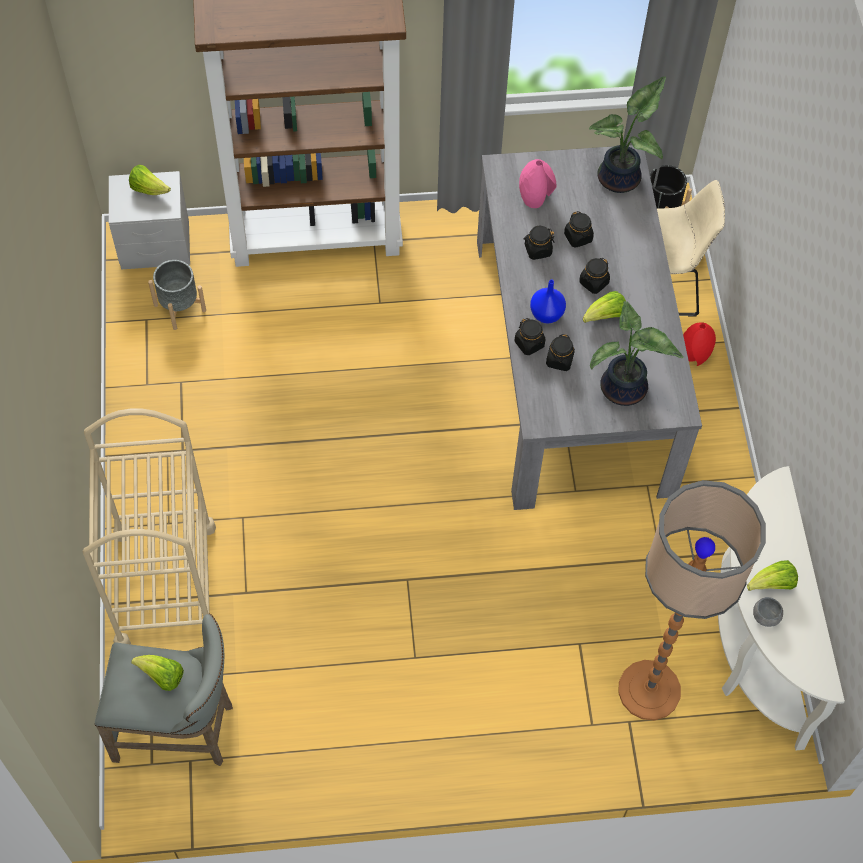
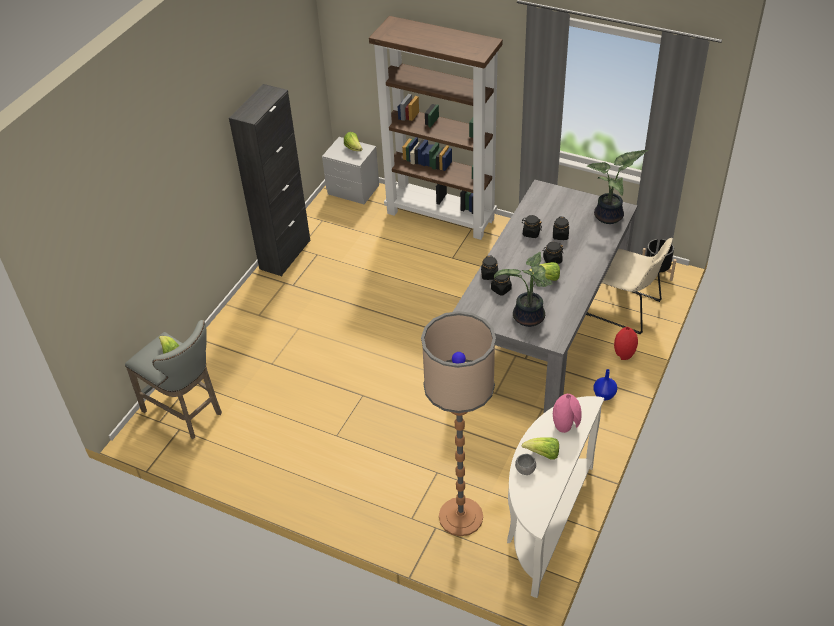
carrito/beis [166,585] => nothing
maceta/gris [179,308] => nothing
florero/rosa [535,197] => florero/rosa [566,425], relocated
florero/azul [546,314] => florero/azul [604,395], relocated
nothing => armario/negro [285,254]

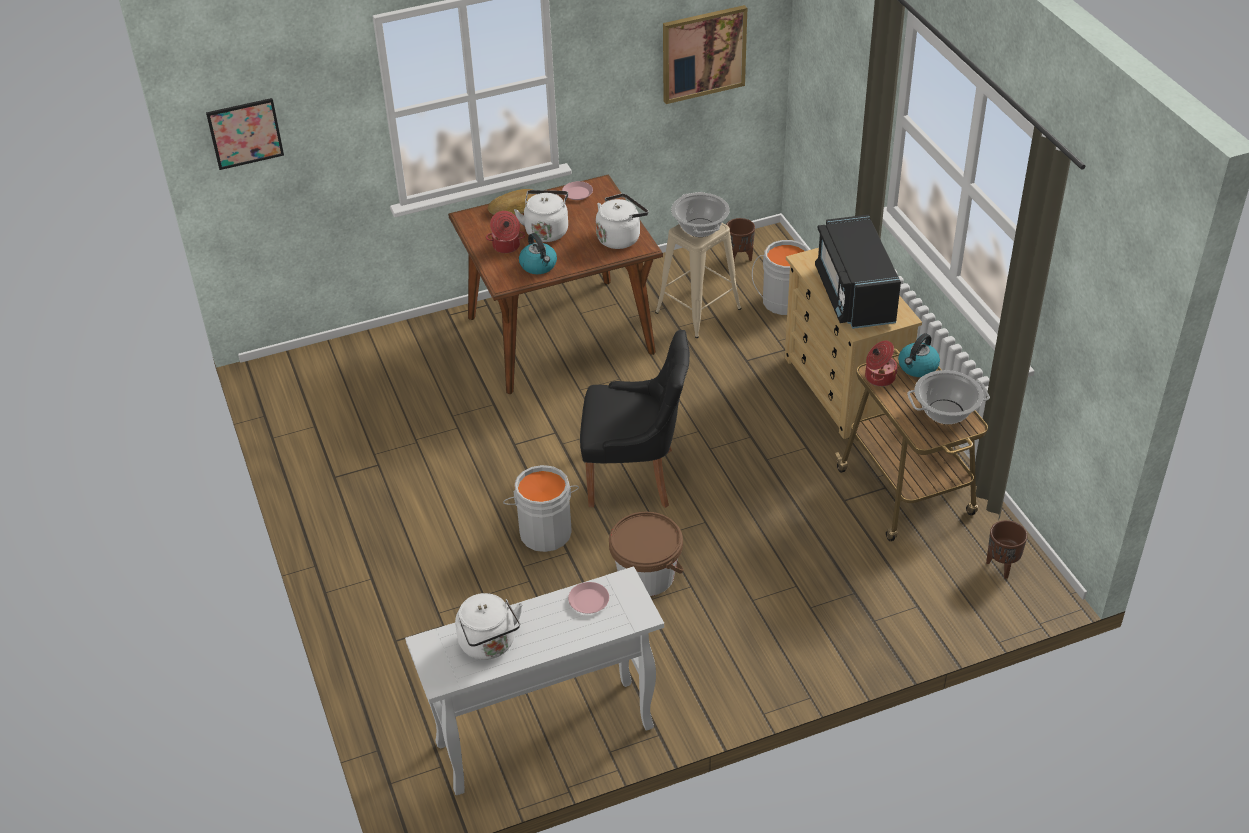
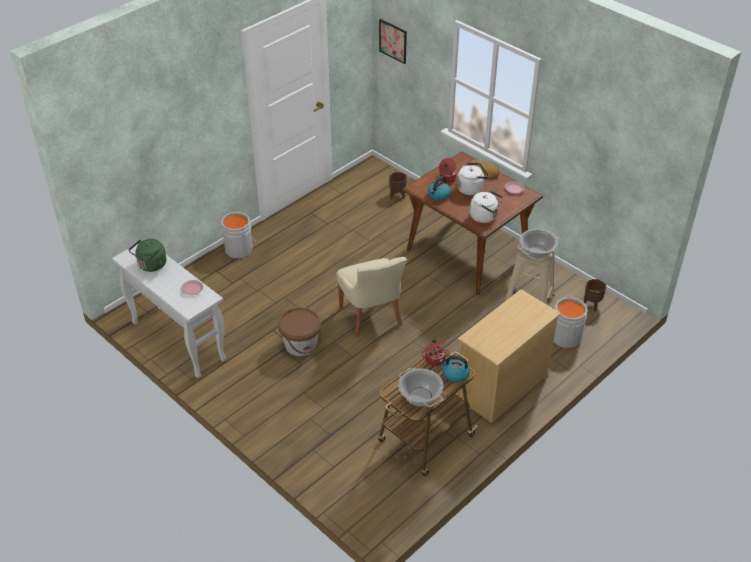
hervidor/blanco [489,645] => hervidor/verde [151,266]
cubo/gris [545,531] => cubo/gris [240,248], relocated
silla/negro [635,477] => silla/beis [372,318]
cuadro [703,53] => nothing
microondas/negro [854,294] => nothing
maceta/marrón [1001,566] => maceta/marrón [397,196], relocated

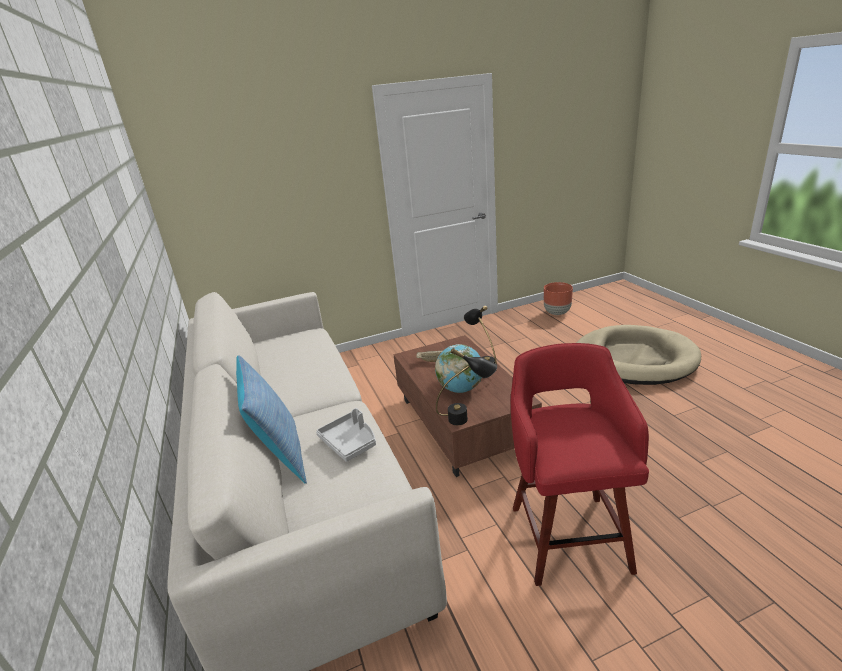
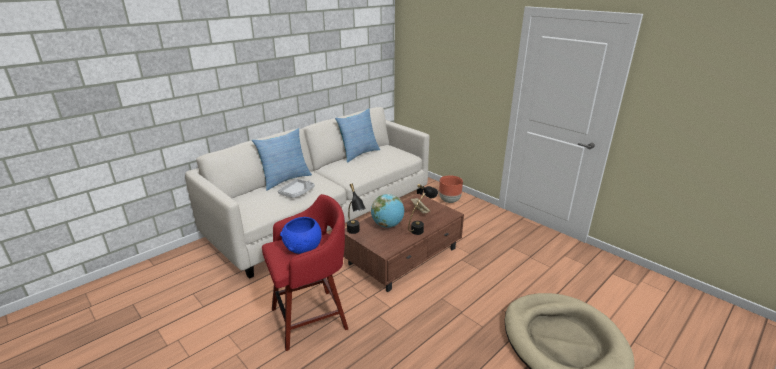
maceta/marrón [557,313] => maceta/marrón [449,201], relocated
nothing => cuenco/azul [303,249]
nothing => cojín [358,154]

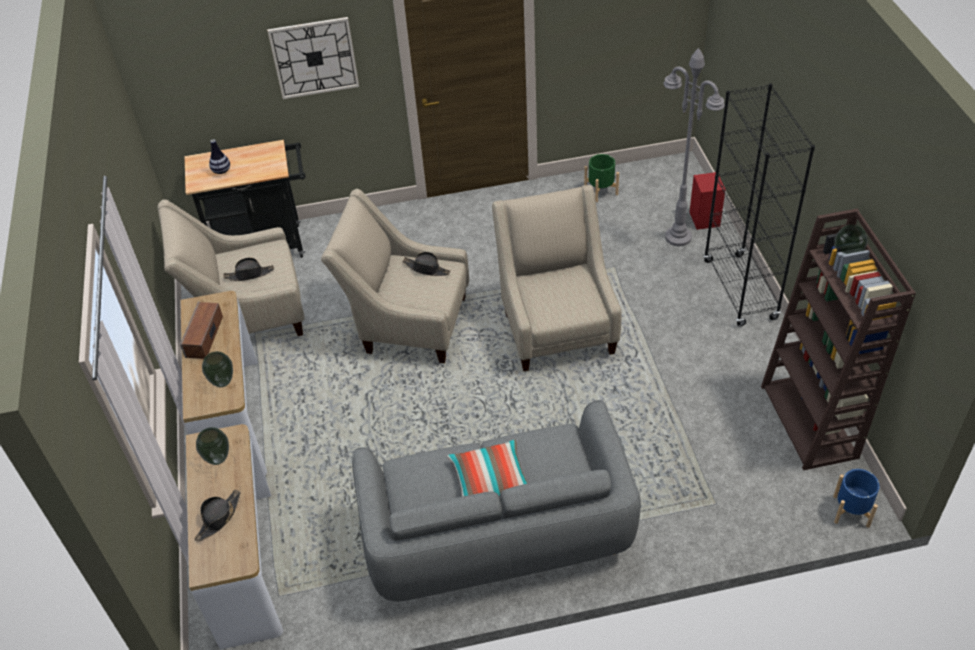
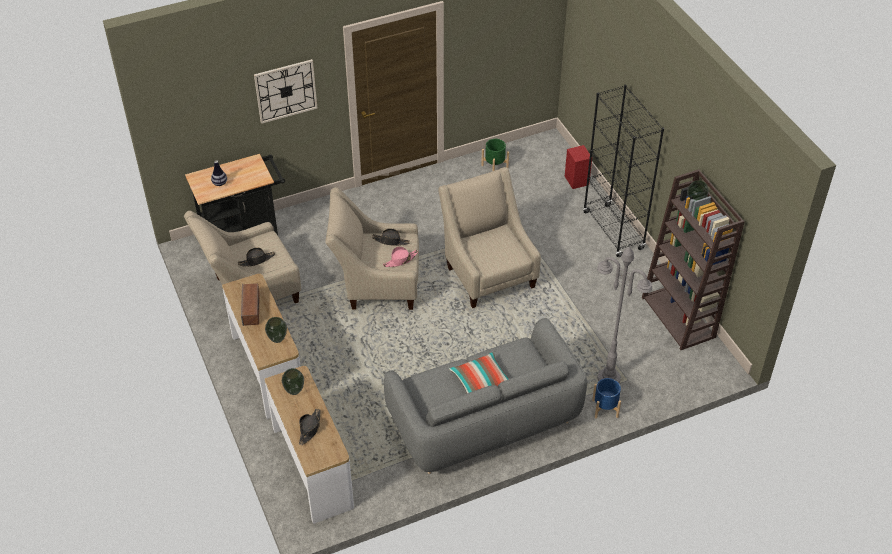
lámpara de pie/gris [678,237] => lámpara de pie/gris [609,378], relocated
maceta/azul [851,511] => maceta/azul [605,408], relocated
nothing => sombrero/rosa [400,260]

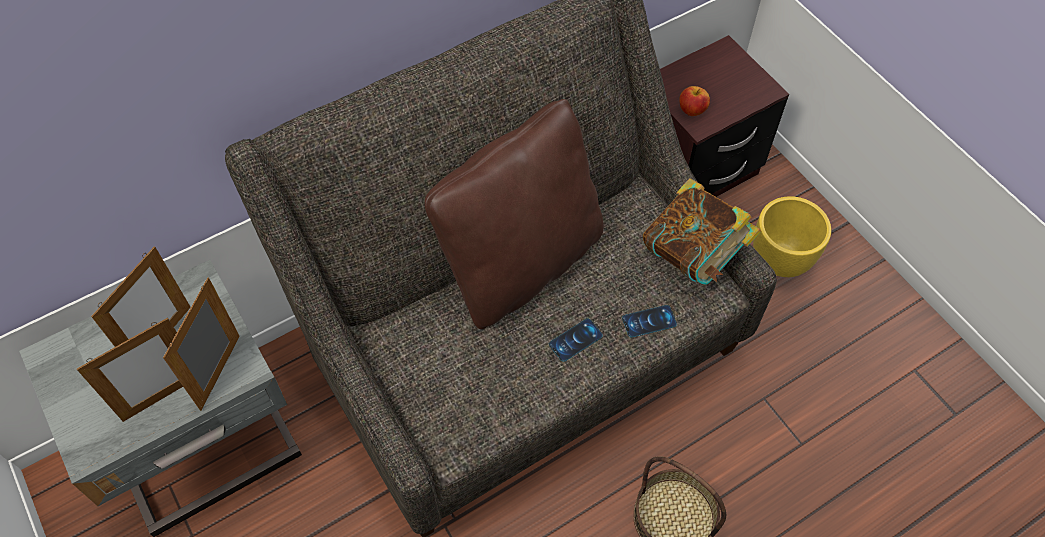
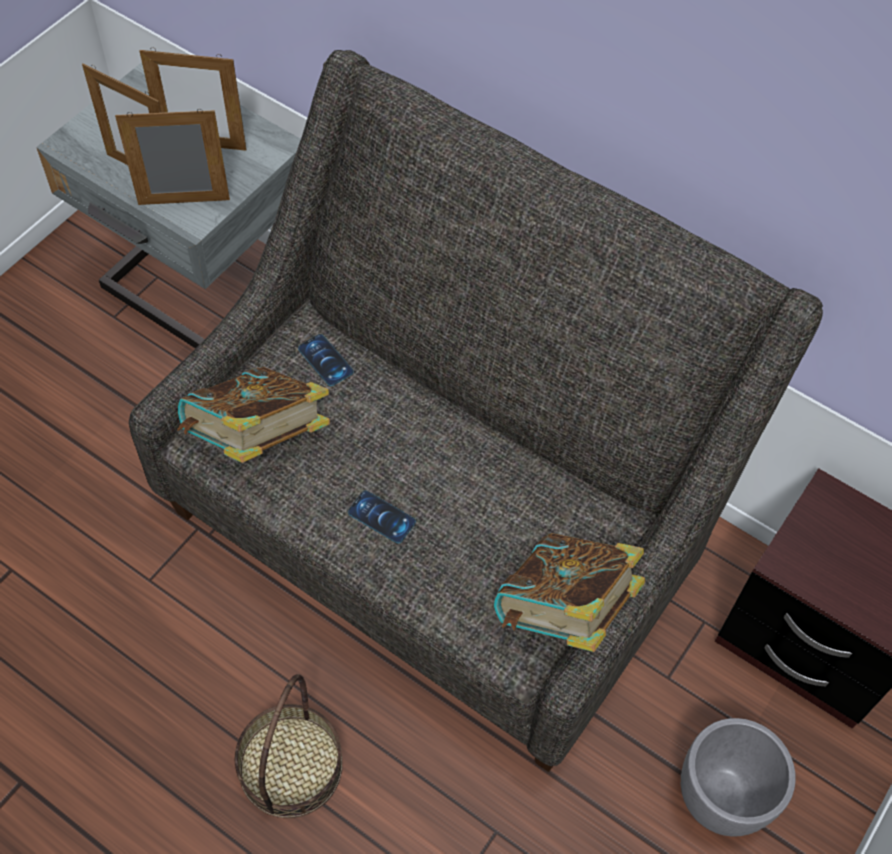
cojín/marrón [521,263] => nothing
móvil [649,321] => móvil [325,360], relocated
manzana [692,110] => nothing
maceta/amarillo [781,261] => maceta/gris [721,798]
nothing => libro [257,439]

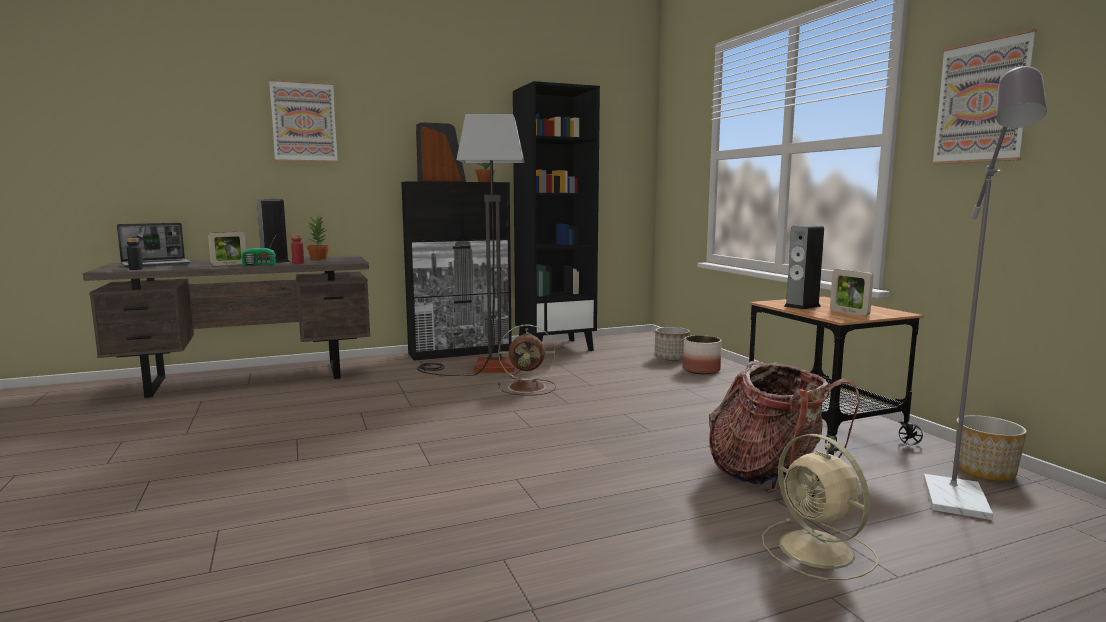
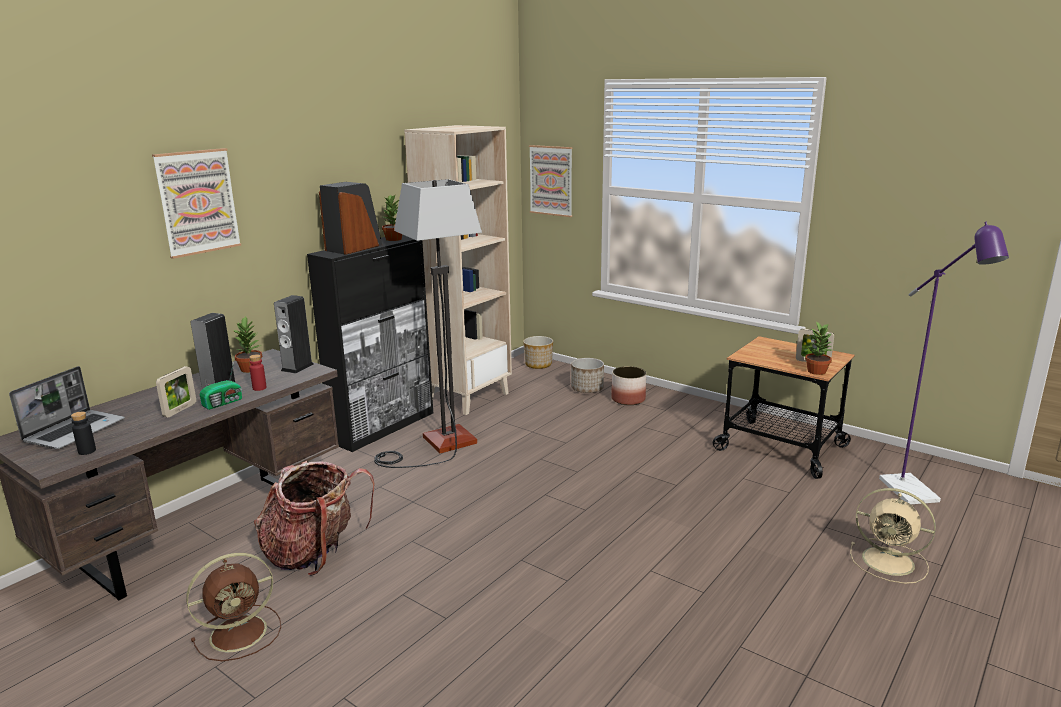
ventilador/marrón [528,387] => ventilador/marrón [241,632], relocated
estantería/negro [555,347] => estantería/beis [468,397]
mochila [770,475] => mochila [315,554], relocated
altavoz [802,306] => altavoz [297,367], relocated
lámpara de pie/gris [958,505] => lámpara de pie/morado [915,495]
cuadro [982,102] => cuadro [551,180], relocated
maceta [985,471] => maceta [538,364], relocated
nothing => planta en maceta [816,371]

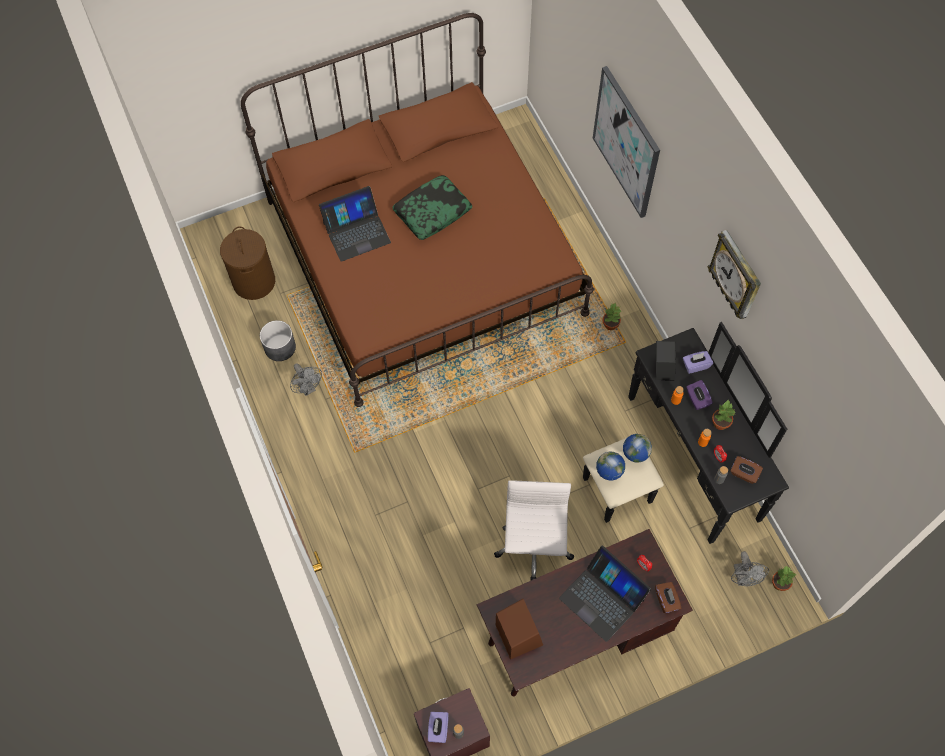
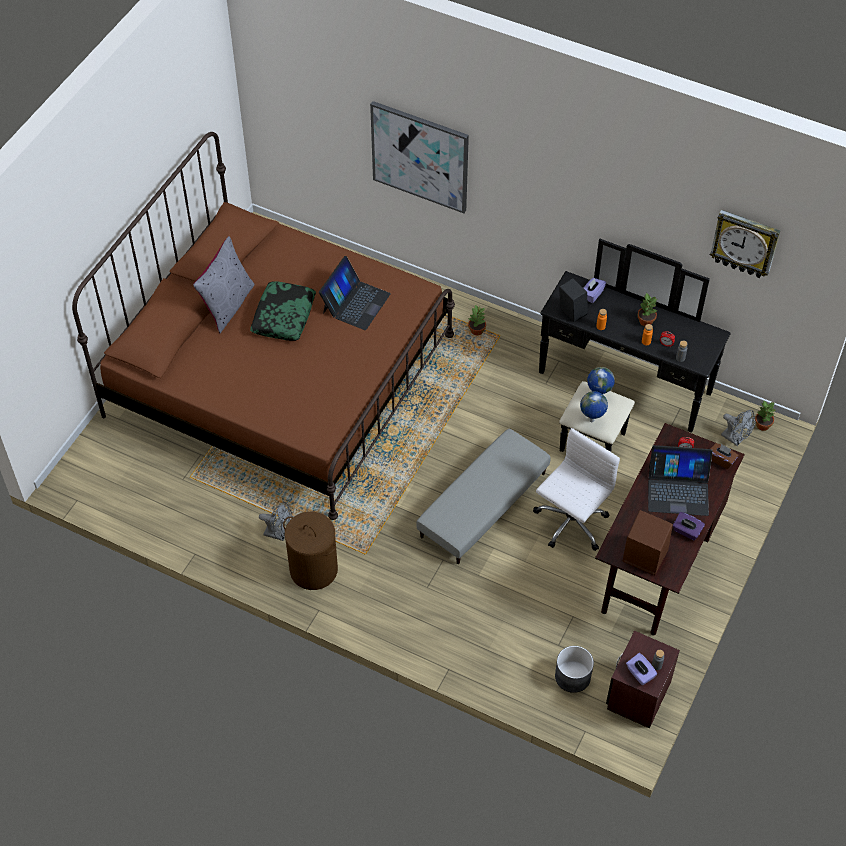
cesto de la ropa/marrón [254,281] => cesto de la ropa/marrón [313,569], relocated
maceta/gris [280,347] => maceta/gris [572,676], relocated
portátil [356,232] => portátil [355,303], relocated
silla de oficina/blanco [533,547] => silla de oficina/blanco [570,523], 75 degrees clockwise
caja de pañuelos/morado [697,399] => caja de pañuelos/morado [686,531], relocated
reloj de pared [736,276] => reloj de pared [745,243], relocated
caja de pañuelos/marrón [744,474] => nothing
nothing => cojín/gris [227,305]
nothing => puf/gris [483,505]

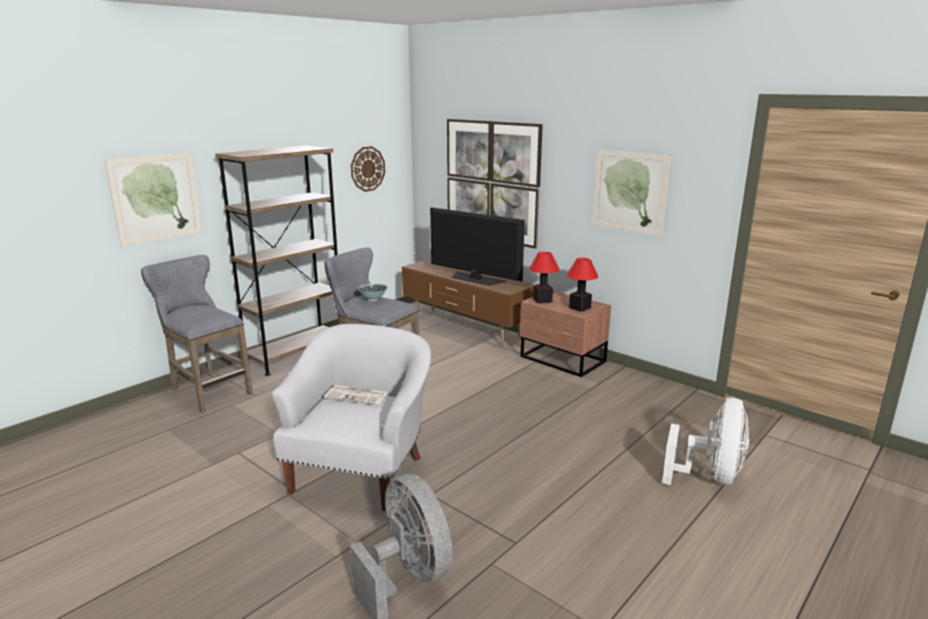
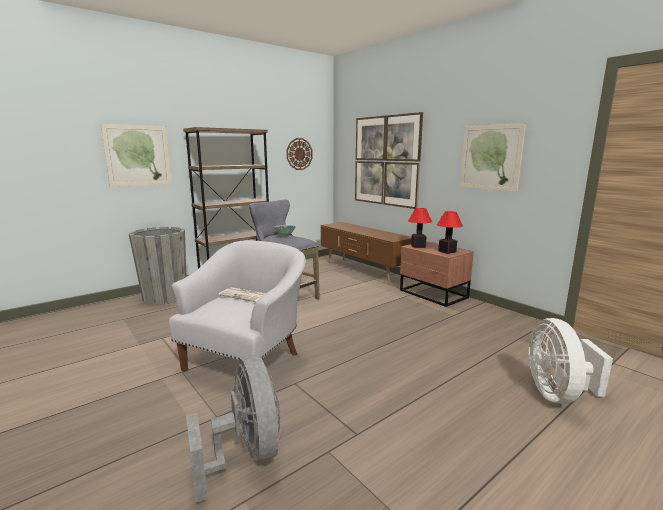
taburete/gris [207,390] => maceta/gris [165,296]
televisor [475,279] => nothing
ventilador/blanco [710,476] => ventilador/blanco [557,394], 150 degrees clockwise

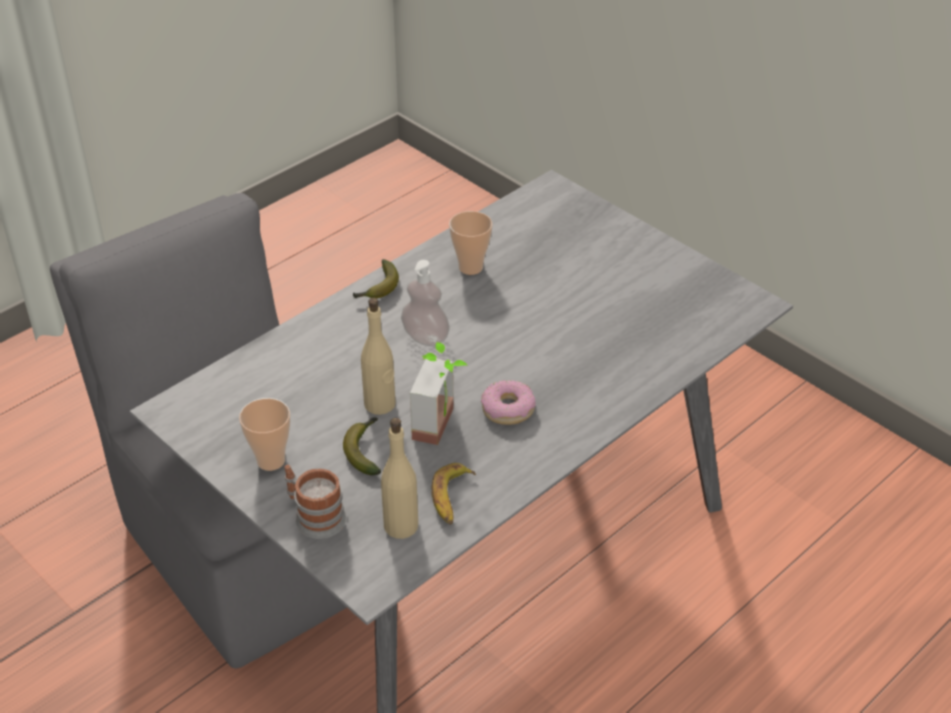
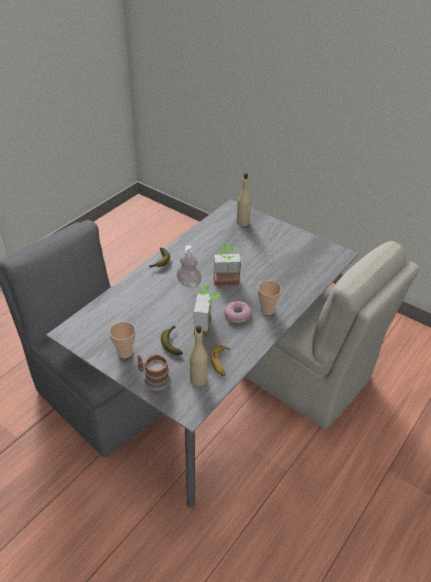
botella/beis [380,404] => botella/beis [243,222], relocated
taza [470,267] => taza [267,310], relocated
nothing => planta en maceta [227,284]
nothing => silla/beis [305,377]

